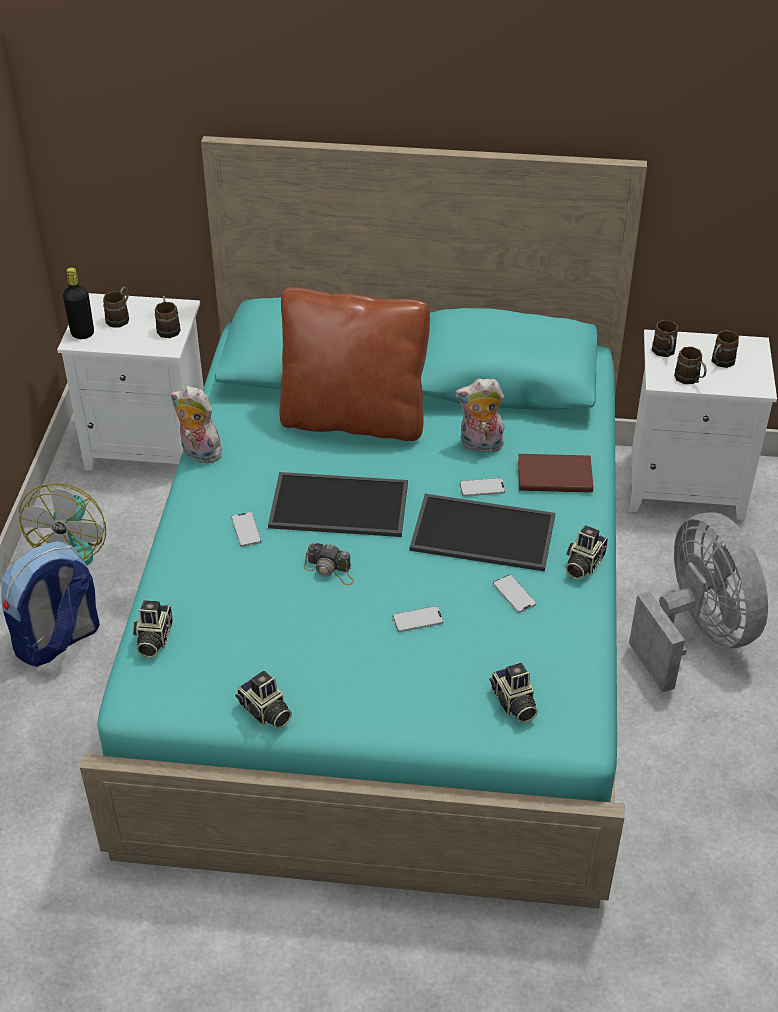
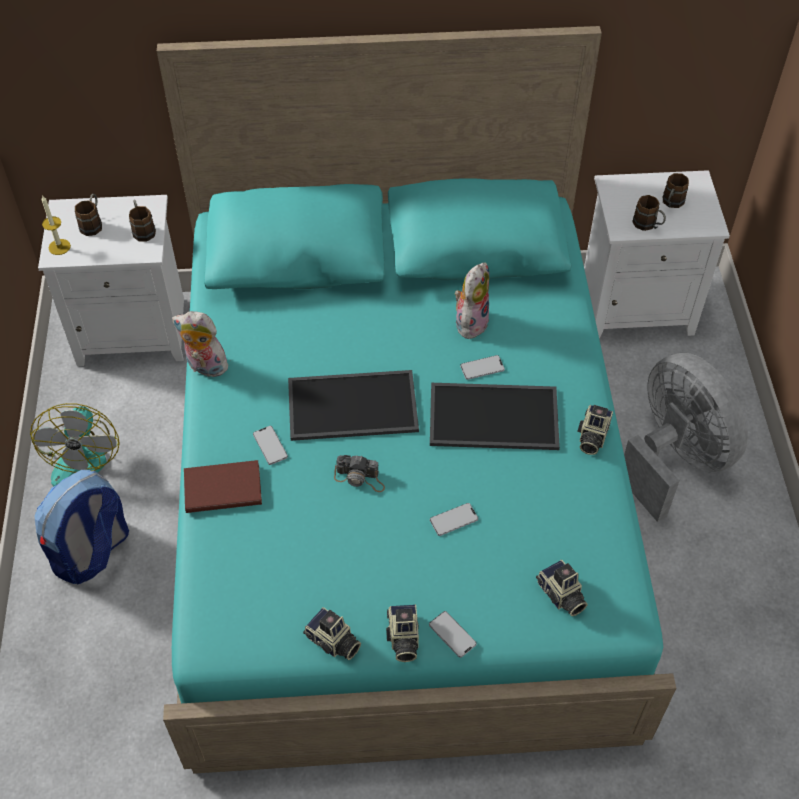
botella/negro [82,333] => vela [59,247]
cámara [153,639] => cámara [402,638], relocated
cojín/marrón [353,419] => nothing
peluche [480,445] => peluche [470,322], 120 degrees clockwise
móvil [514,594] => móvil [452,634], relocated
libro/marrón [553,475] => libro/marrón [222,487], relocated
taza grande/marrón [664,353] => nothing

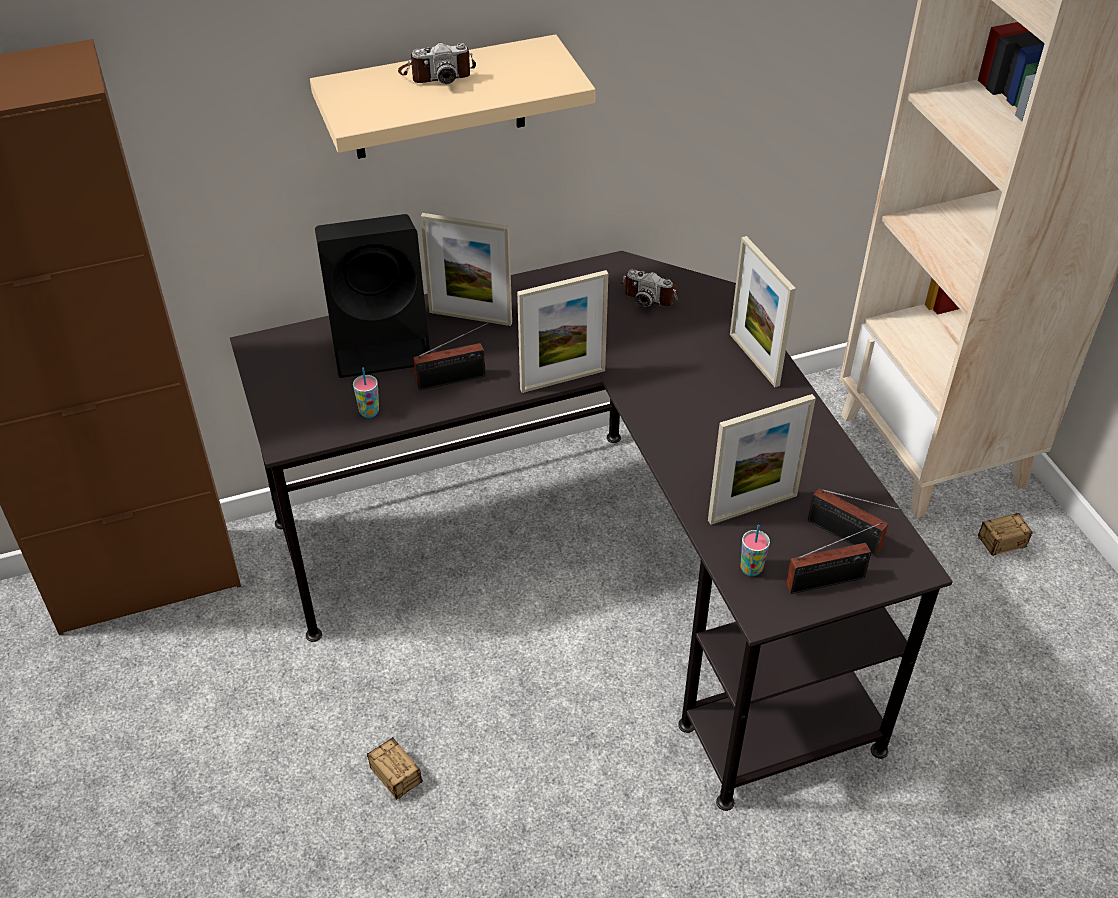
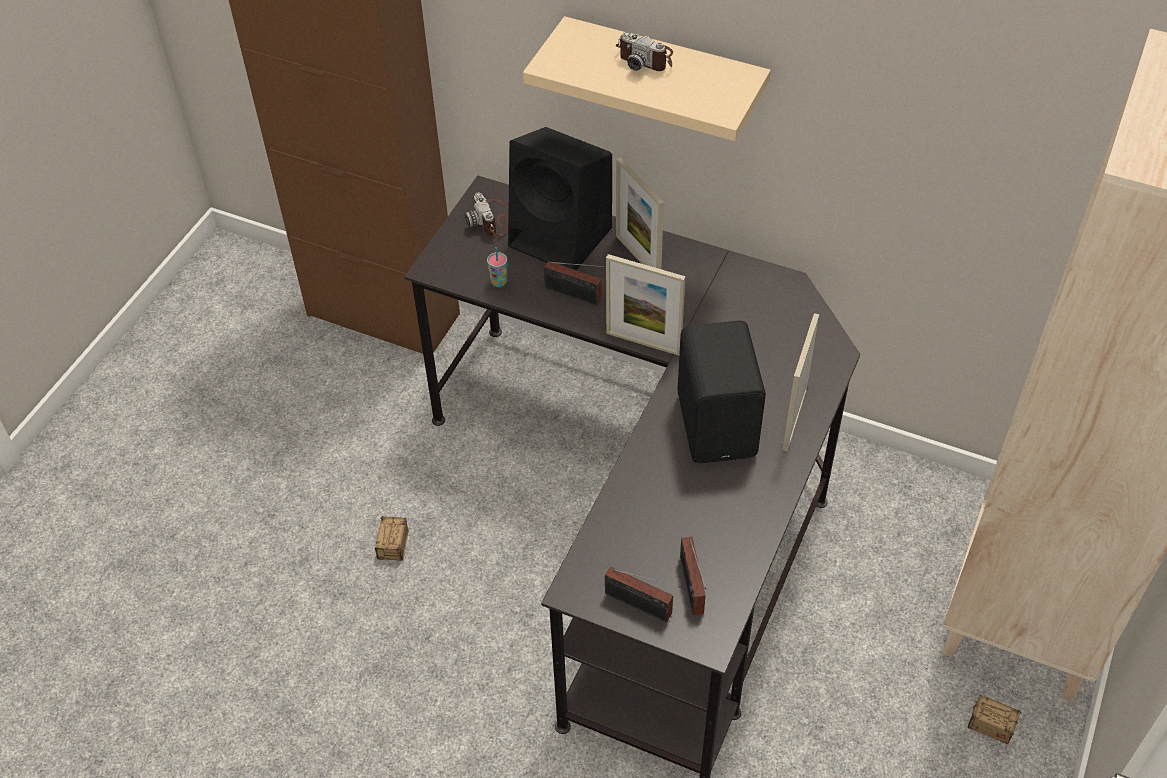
cámara [650,293] => cámara [493,220], relocated
portarretratos [752,508] => nothing
taza [751,569] => nothing
nothing => altavoz/negro [719,424]

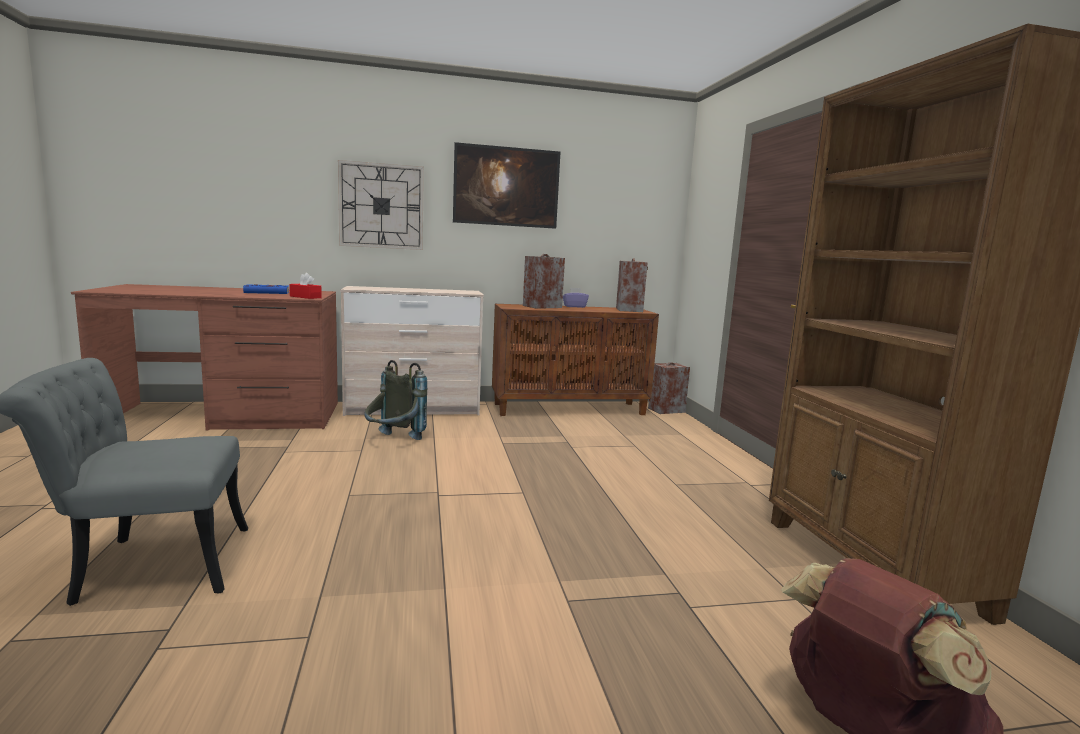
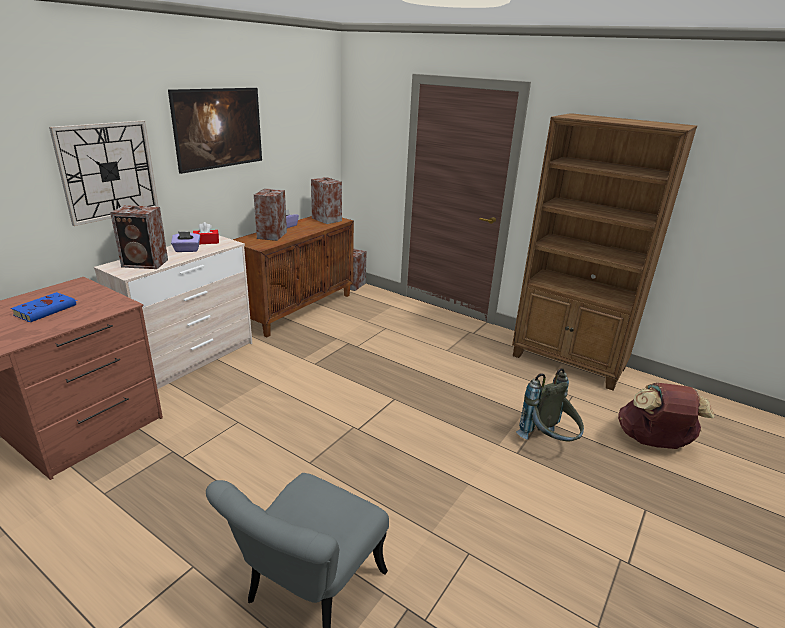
caja de pañuelos/rojo [305,297] => caja de pañuelos/rojo [206,242], relocated
mochila/gris [393,441] => mochila/gris [549,443], relocated
nothing => altavoz [146,263]
nothing => caja de pañuelos/morado [187,250]

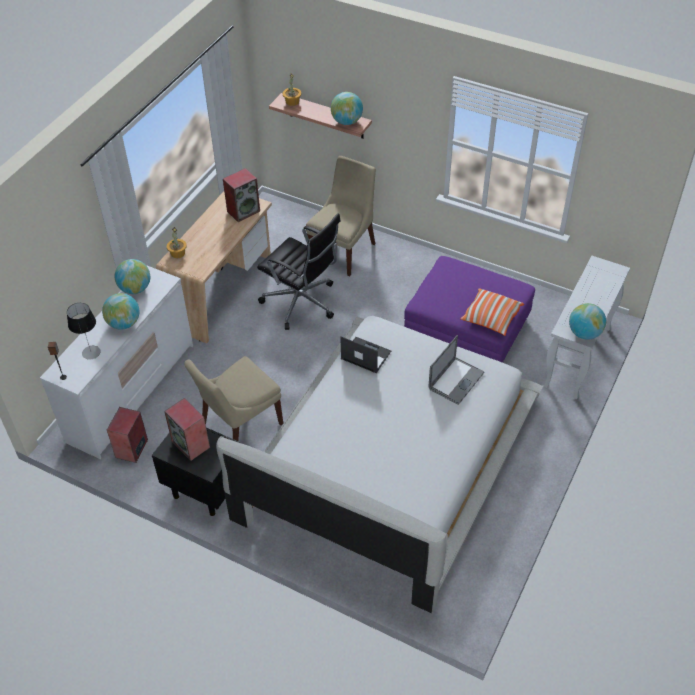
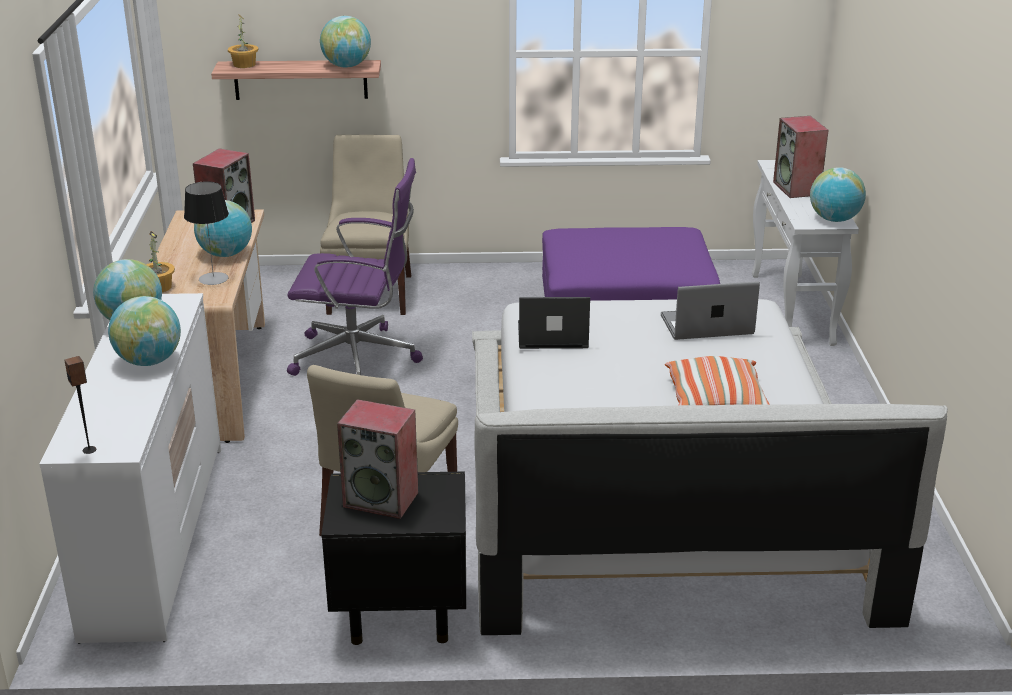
lámpara de mesa [91,352] => lámpara de mesa [213,279], relocated
altavoz [132,449] => altavoz [797,189], relocated
silla de oficina/negro [302,303] => silla de oficina/morado [359,358]
portátil [456,380] => portátil [706,325], 105 degrees counterclockwise
cojín [491,318] => cojín [716,401], relocated
nothing => globo terráqueo [226,254]

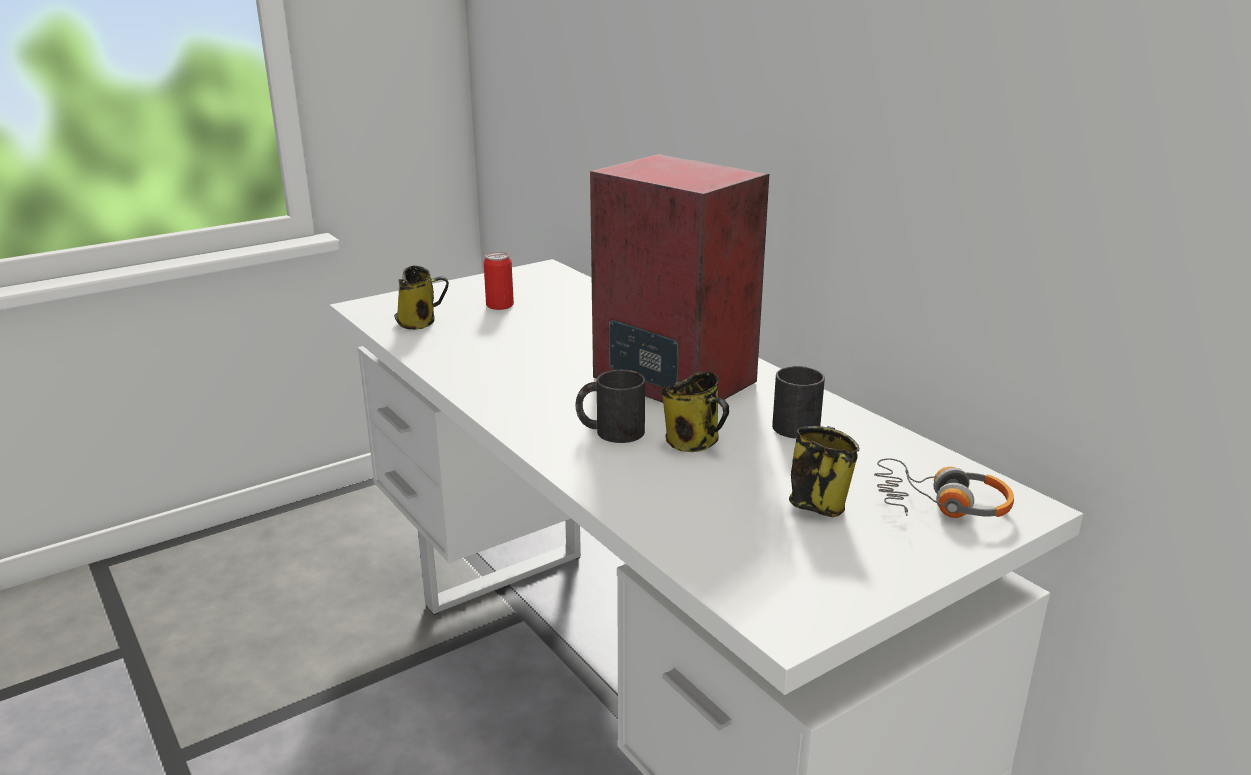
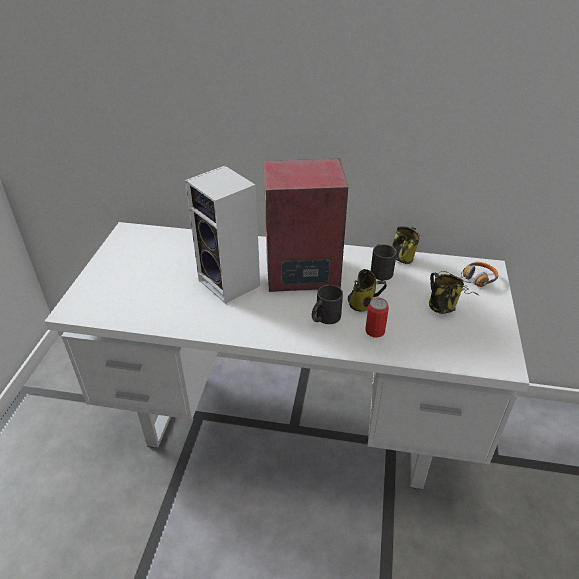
taza grande [419,323] => taza grande [403,257], relocated
lata [499,305] => lata [375,331], relocated
nothing => altavoz [231,283]

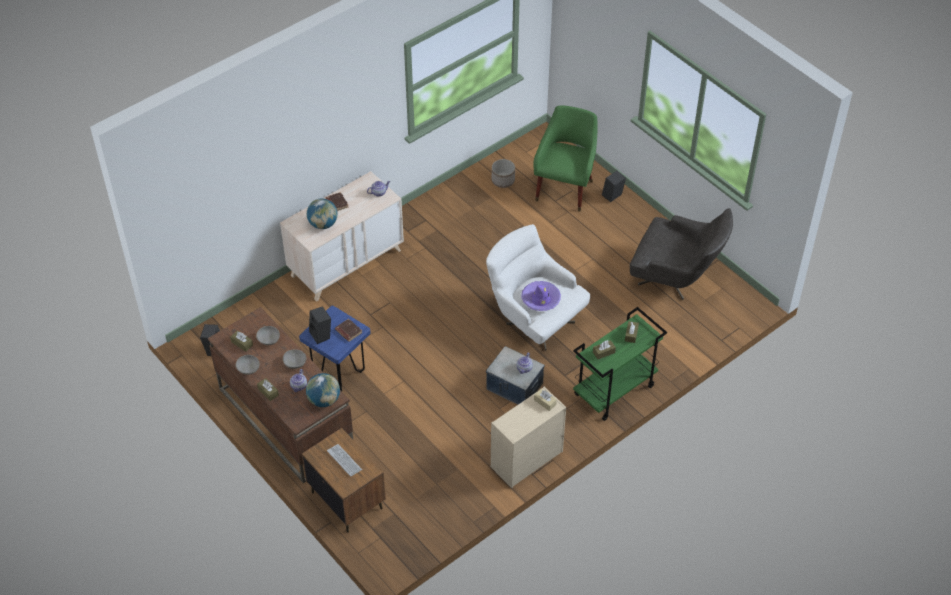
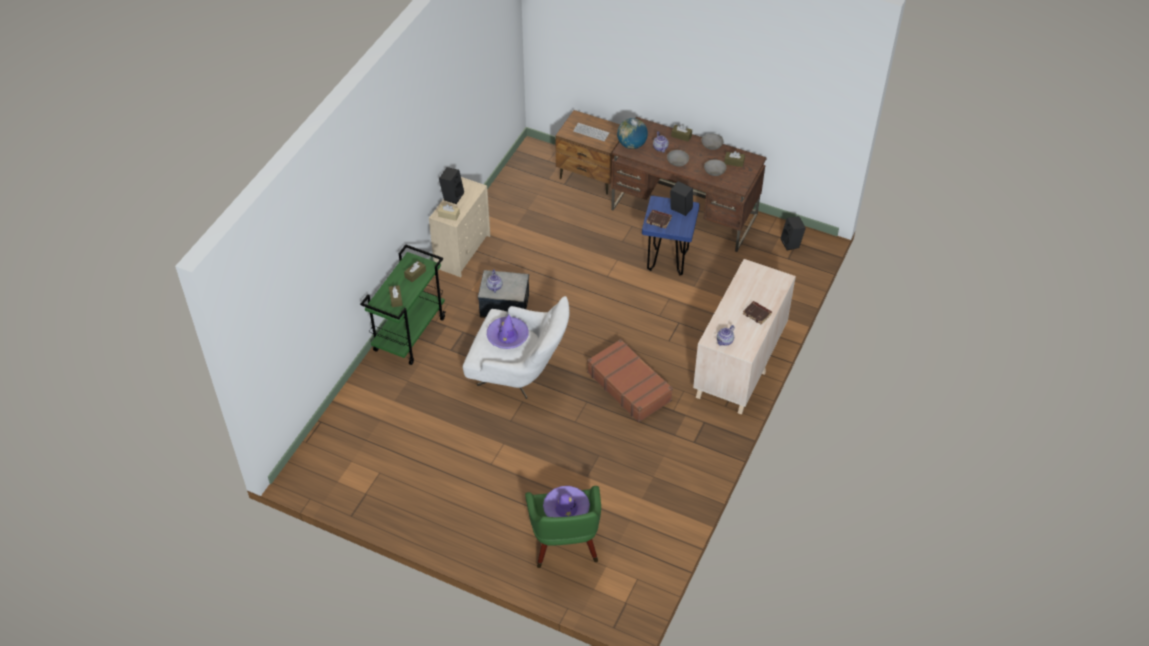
globo terráqueo [323,224] => nothing
maceta [503,181] => nothing
altavoz/negro [612,196] => altavoz/negro [452,196], relocated
sillón/gris [676,279] => nothing
nothing => sombrero/morado [566,508]
nothing => maleta/marrón [629,386]

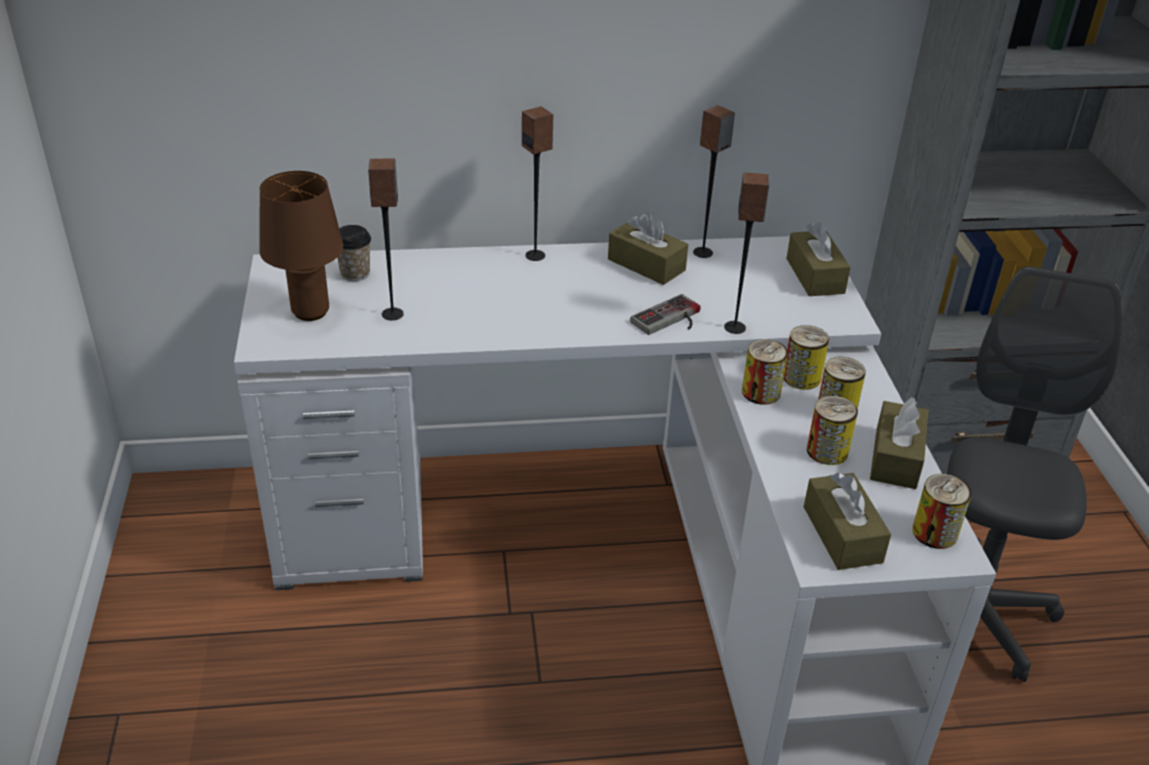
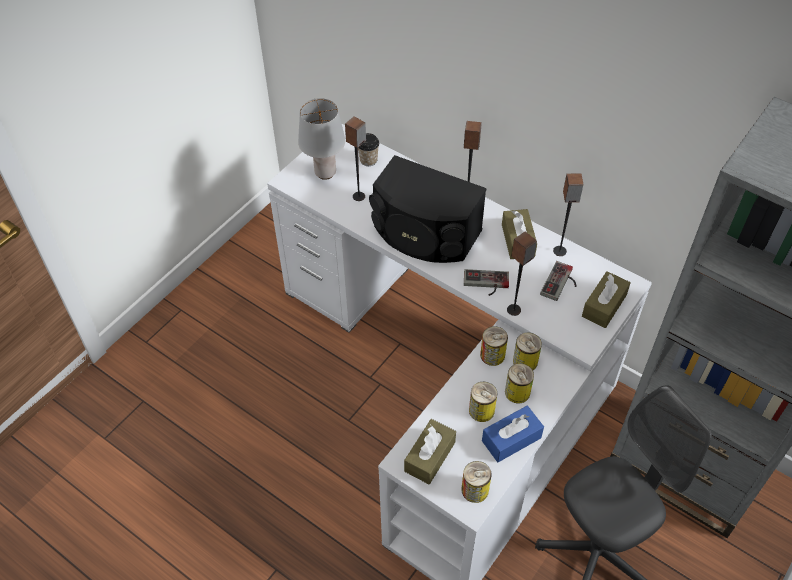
lámpara de mesa/marrón [311,312] => lámpara de mesa/gris [325,173]
caja de pañuelos/marrón [895,458] => caja de pañuelos/azul [511,439]
nothing => altavoz/negro [424,234]
nothing => mando de consola [561,283]

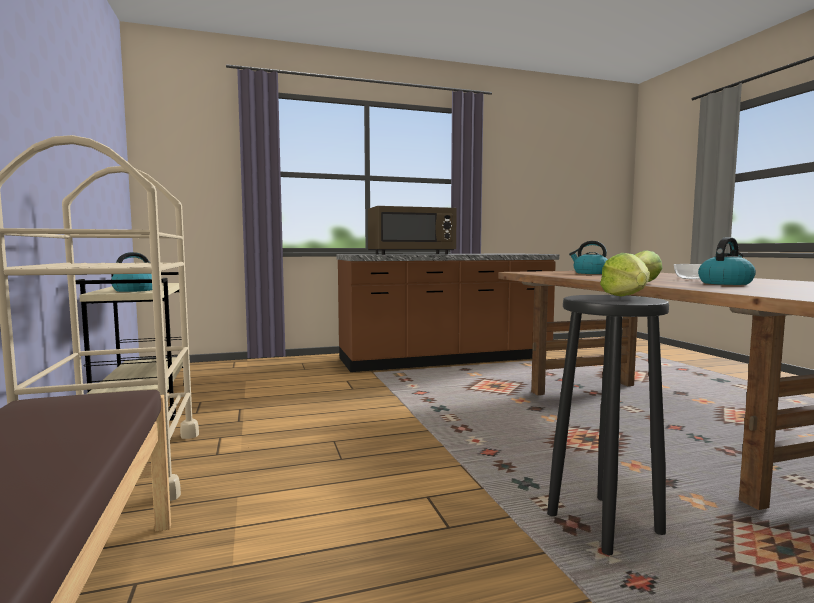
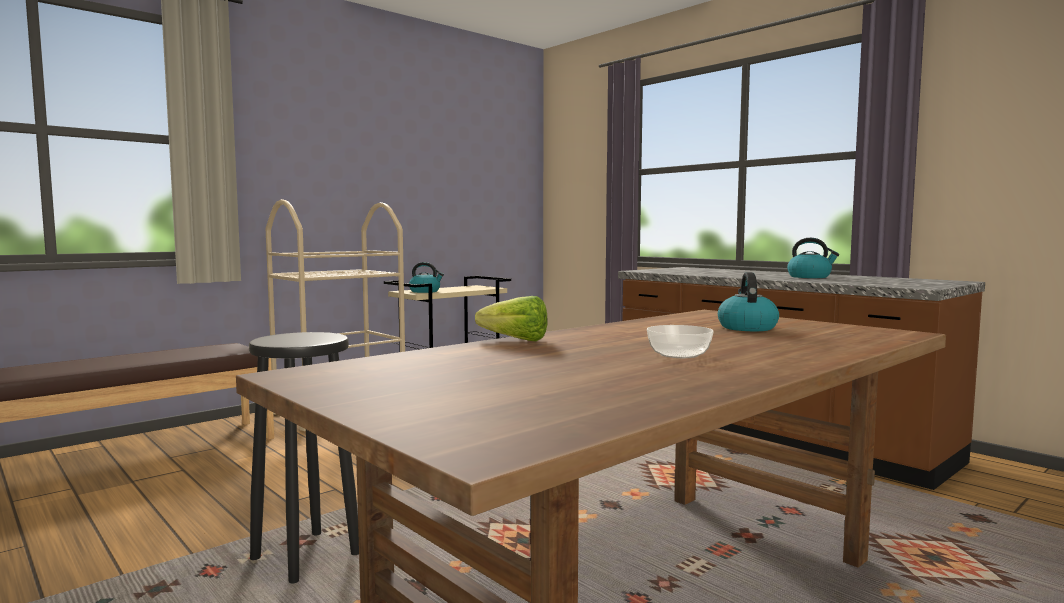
microondas/marrón [411,254] => nothing
lechuga [627,298] => nothing
hervidor [725,283] => hervidor [810,277], relocated

